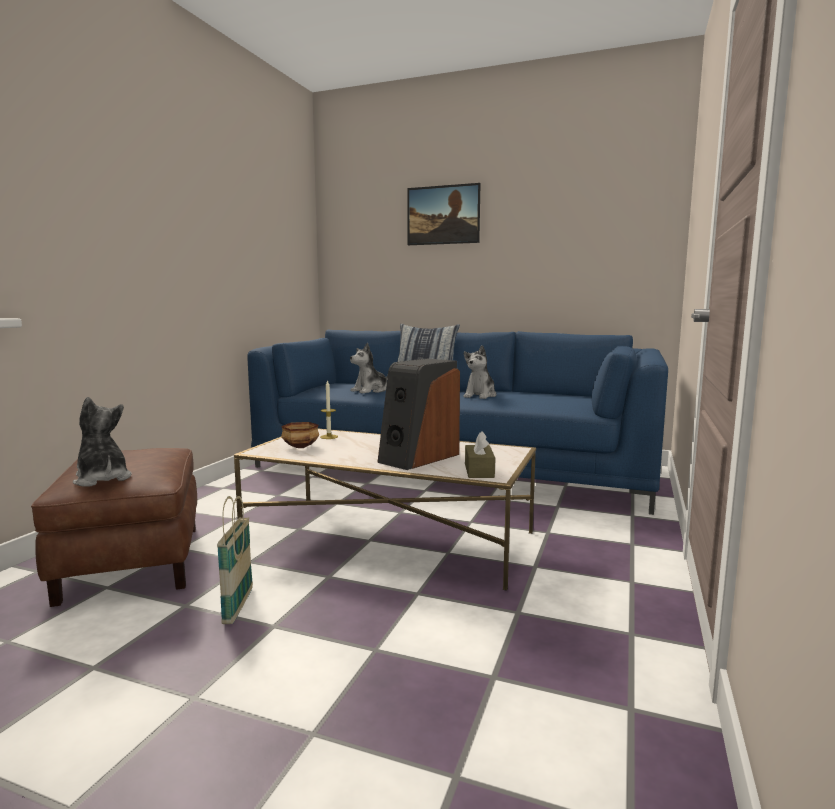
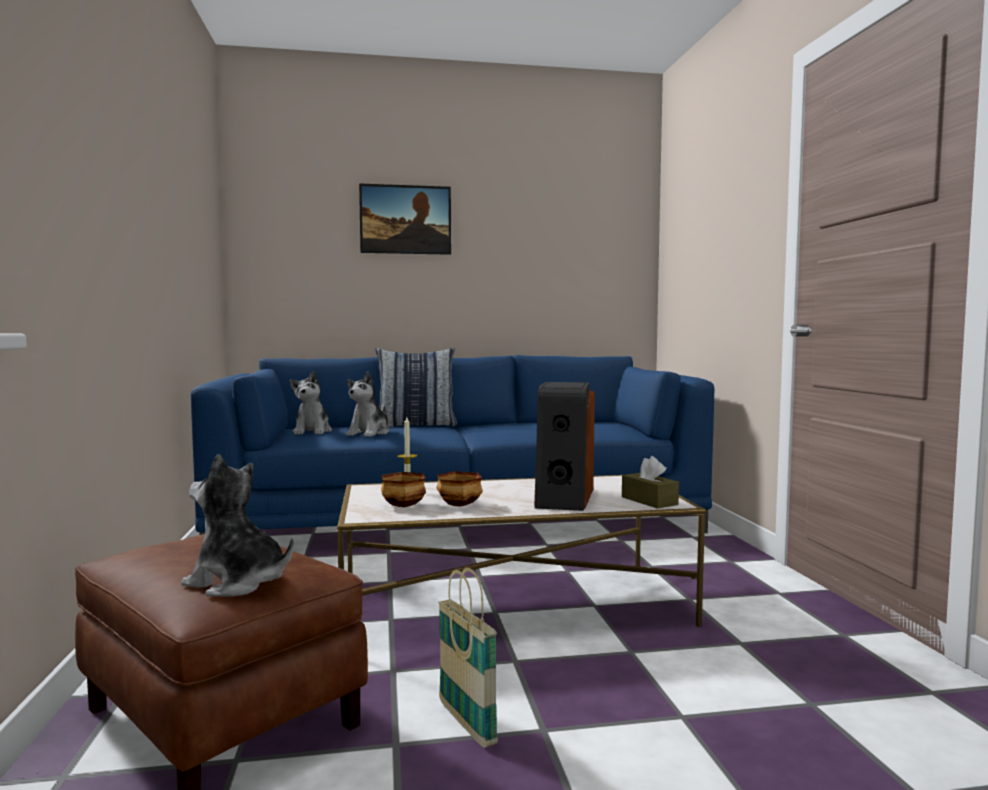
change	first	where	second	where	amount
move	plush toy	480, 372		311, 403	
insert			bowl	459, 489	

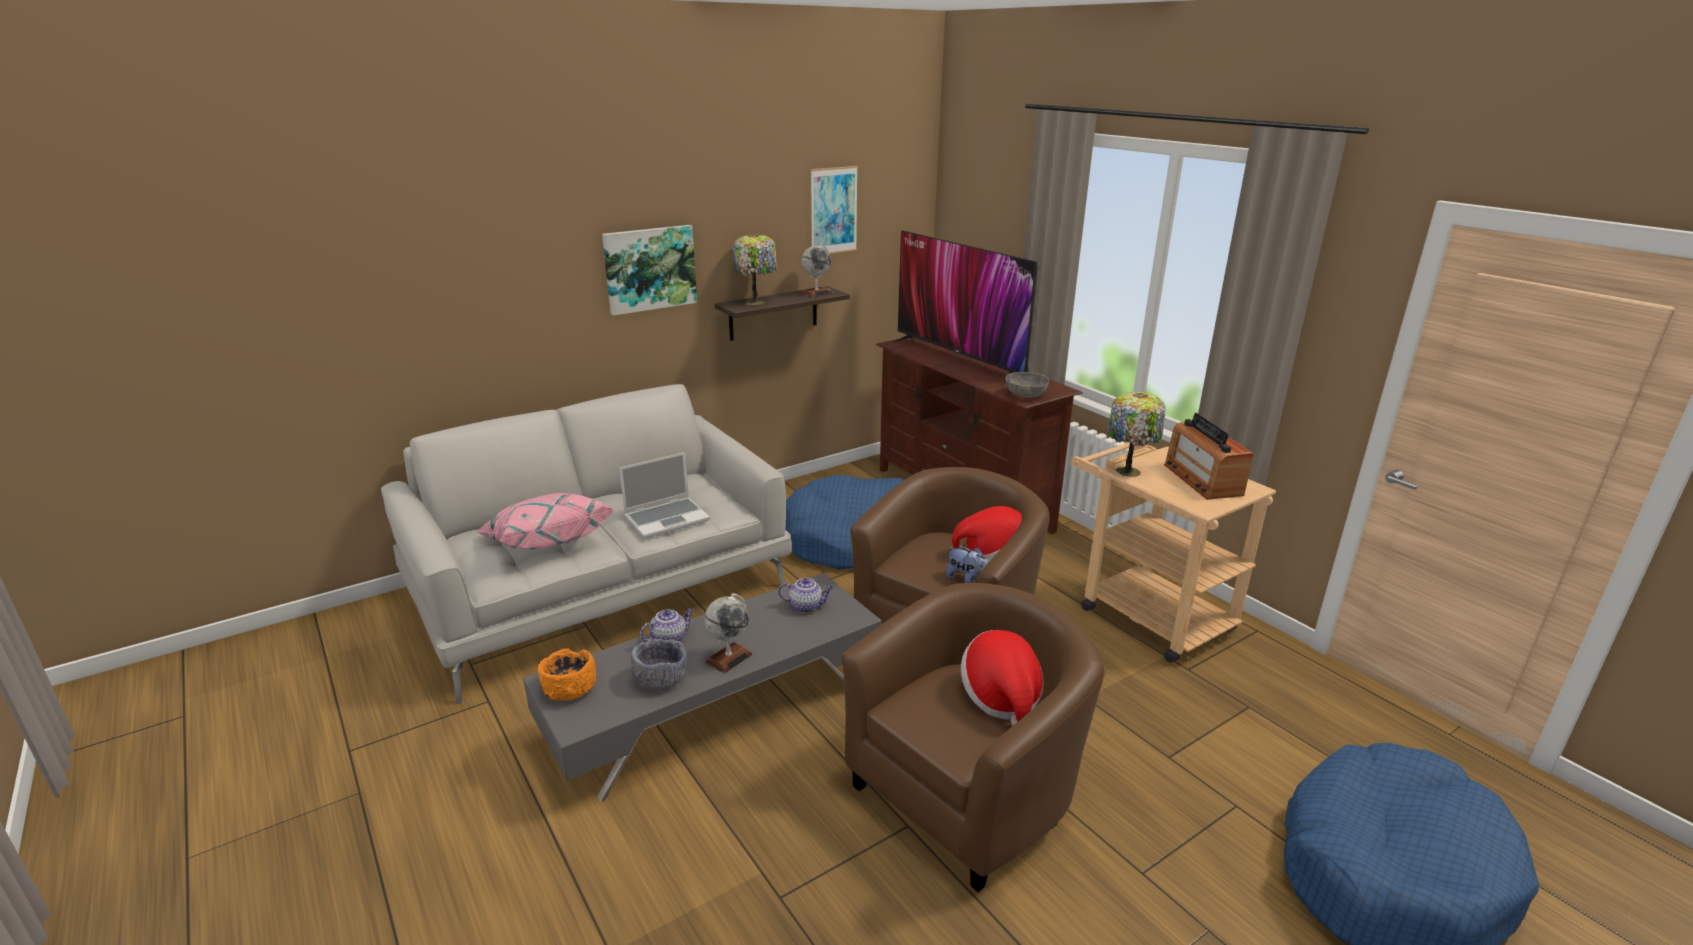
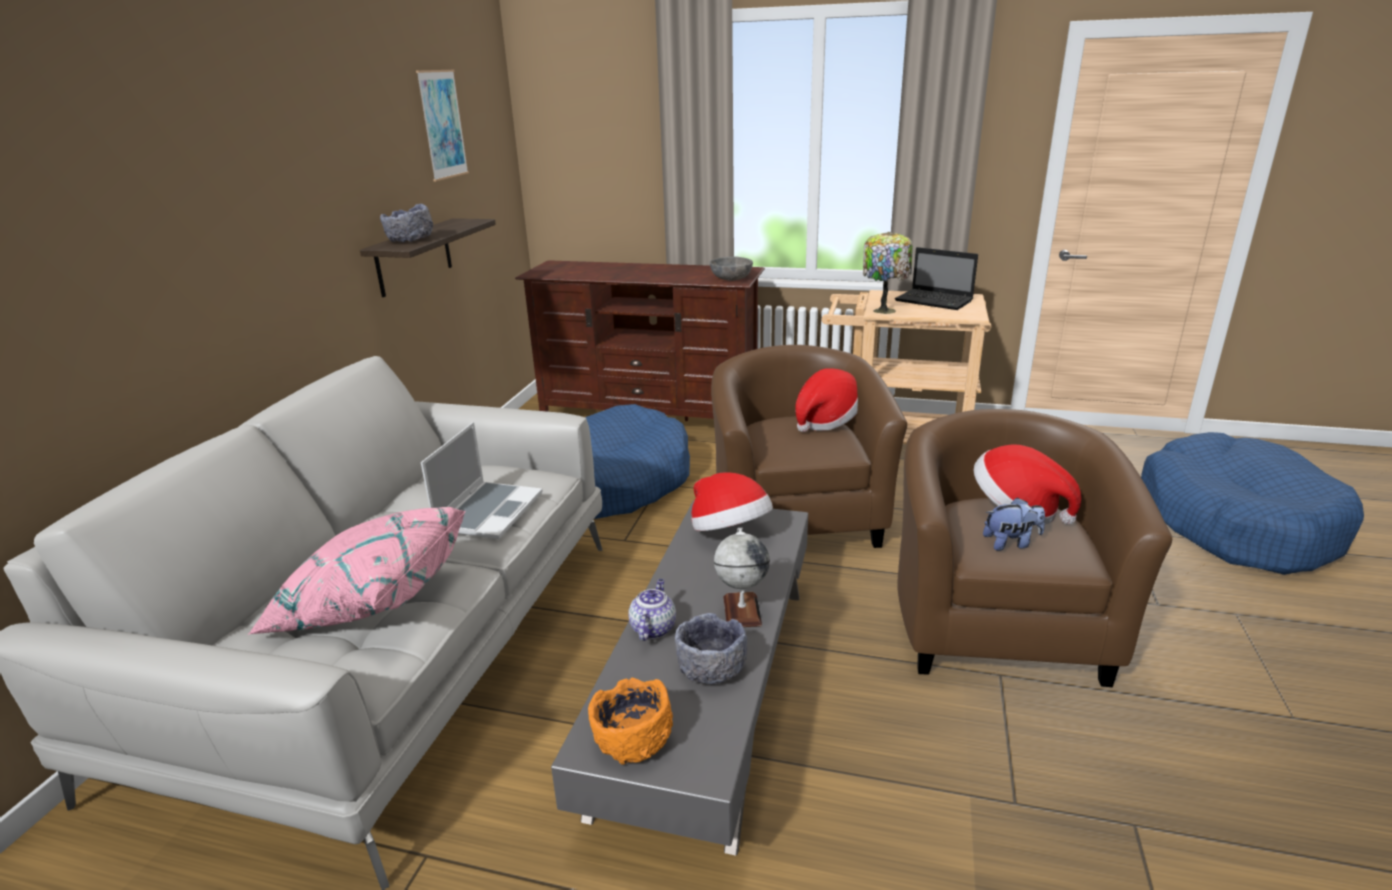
change	first	where	second	where	amount
delete	picture	649, 270			
replace	table lamp	755, 269	grey bowl	406, 223	
replace	teapot	805, 595	hat	732, 501	
delete	globe	817, 270			
delete	television	964, 308			
move	plush toy	967, 565		1014, 524	
replace	radio	1209, 456	laptop	936, 278	

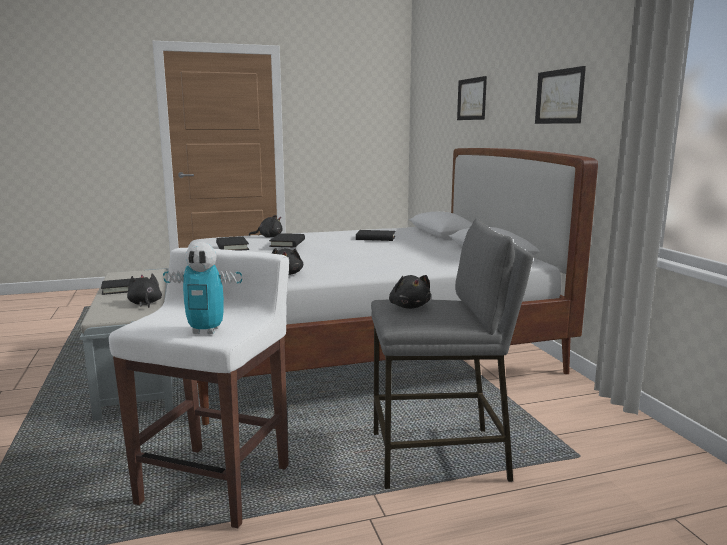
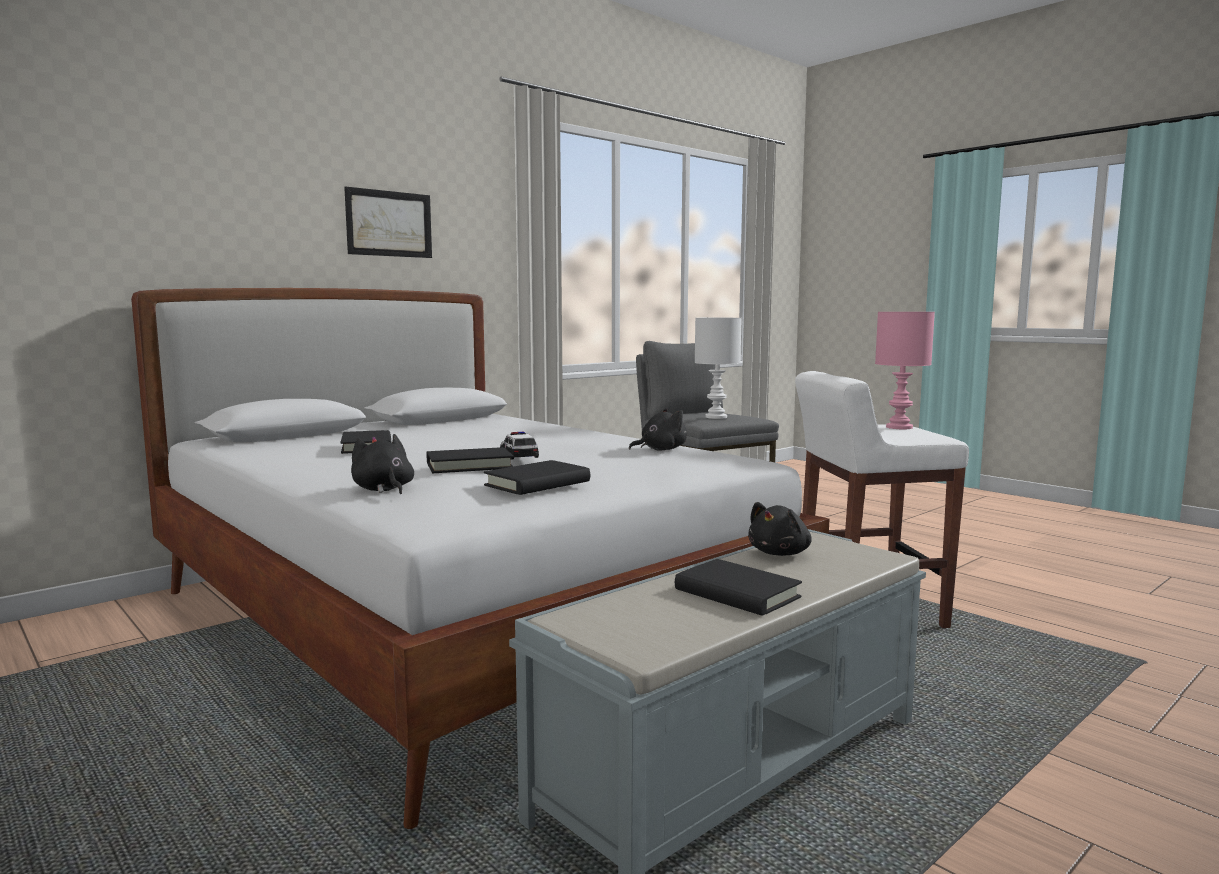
change	first	where	second	where	amount
replace	toy robot	202, 288	pink table lamp	905, 370	
replace	black plush toy	410, 292	white table lamp	718, 368	
delete	picture	472, 98			
insert			toy car	519, 446	

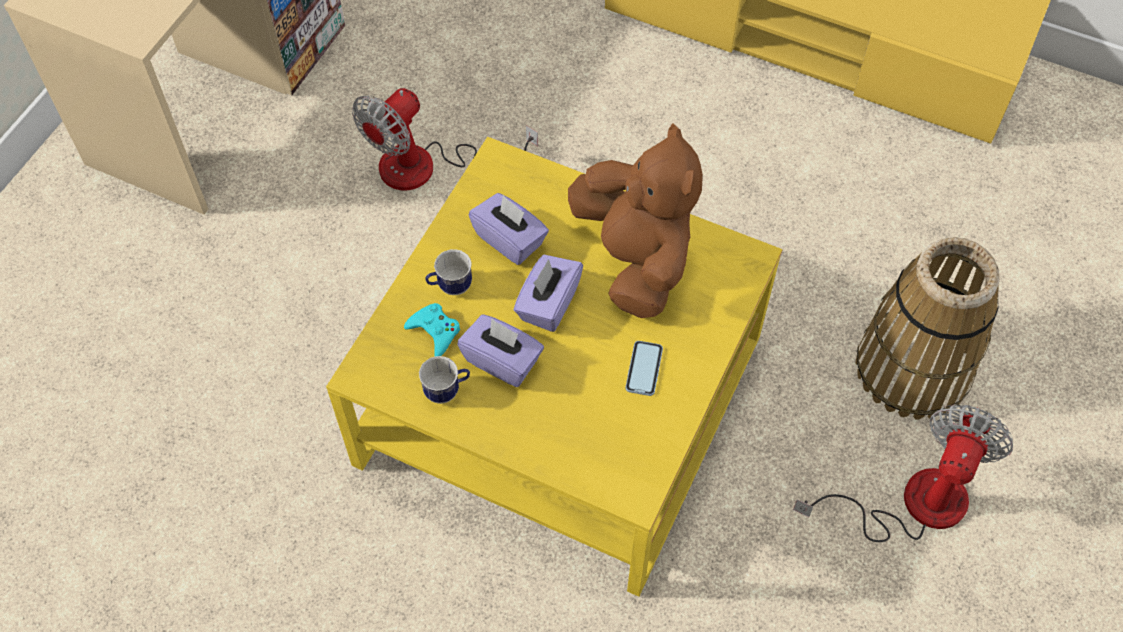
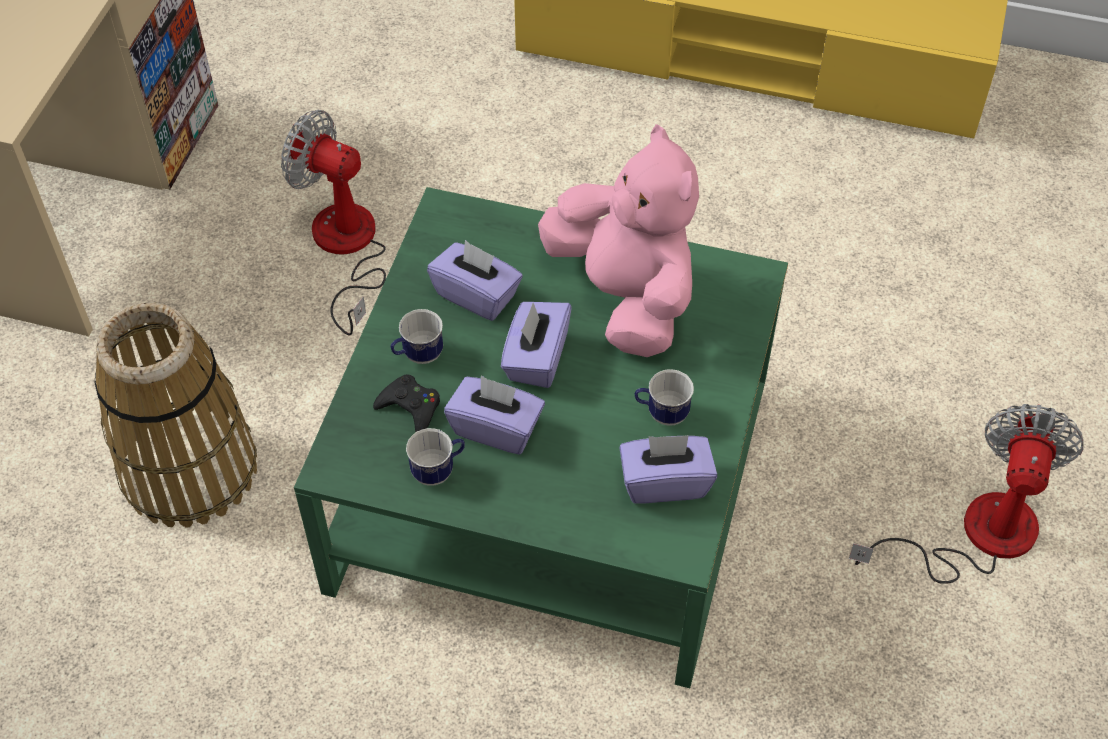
change	first	where	second	where	amount
recolor	yellow coffee table	554, 367	green coffee table	541, 437	
rotate	fan	445, 139		333, 222	90 degrees clockwise
recolor	turquoise game controller	432, 329	black game controller	406, 403	
recolor	brown plush toy	635, 220	pink plush toy	618, 240	
replace	phone	644, 368	mug	664, 397	
move	basket	928, 328		176, 415	
insert			purple tissue box	668, 469	

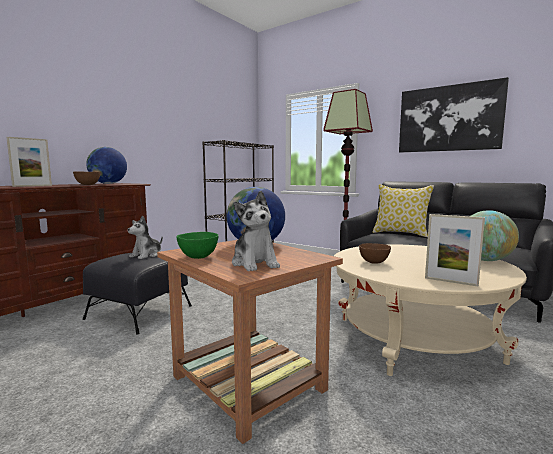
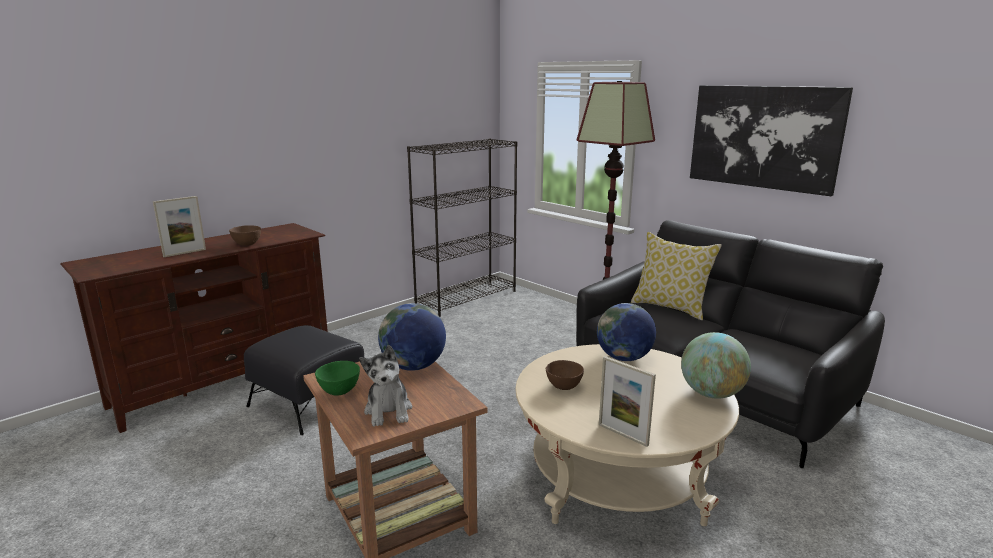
change	first	where	second	where	amount
move	globe	106, 165		626, 332	
delete	plush toy	145, 237			

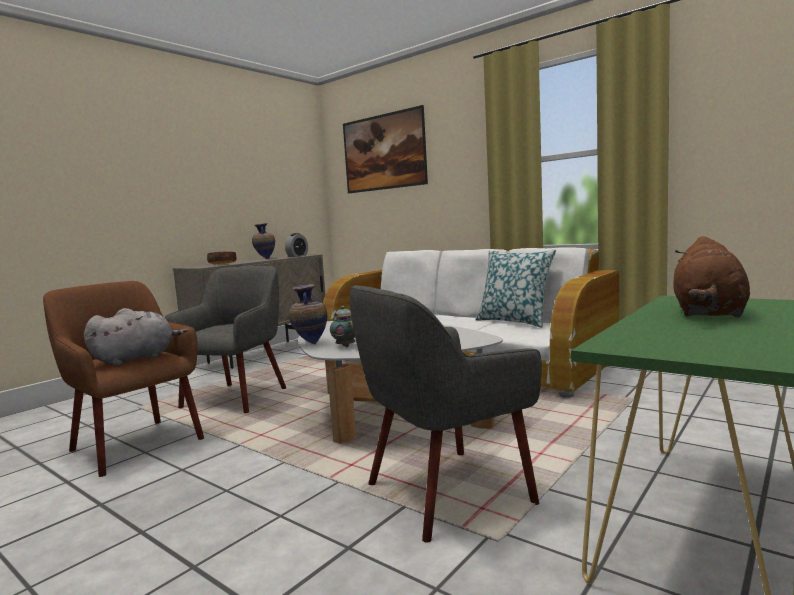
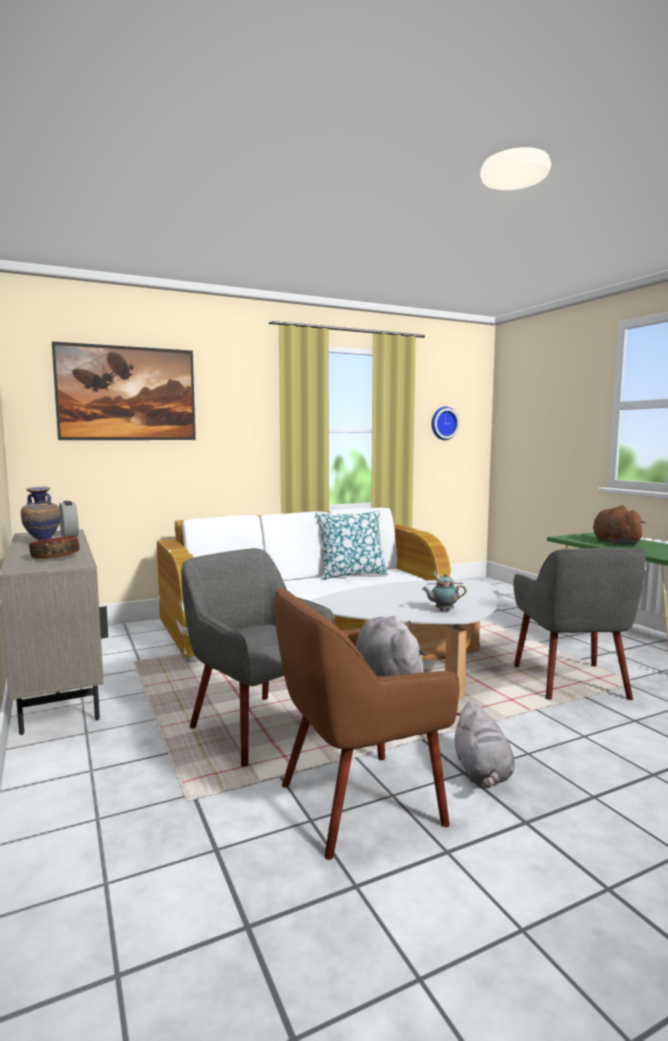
change	first	where	second	where	amount
delete	vase	308, 314			
rotate	brown plush toy	711, 277		620, 525	150 degrees counterclockwise
insert			wall clock	446, 423	
insert			grey plush toy	484, 744	

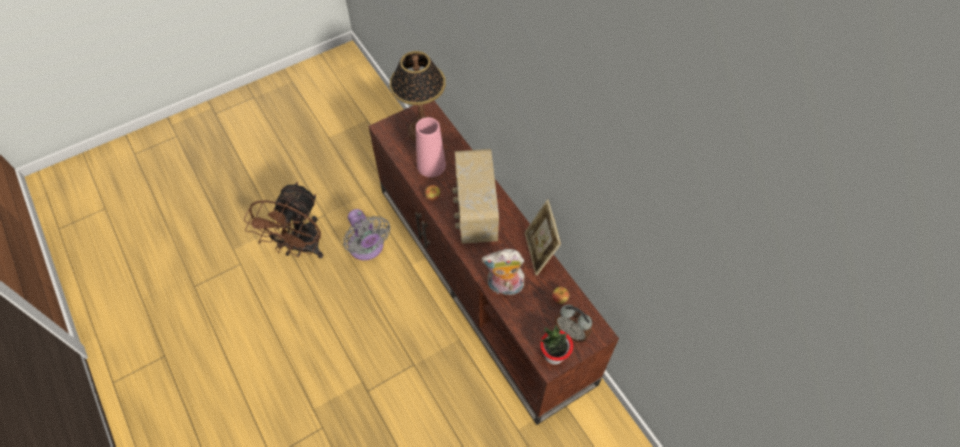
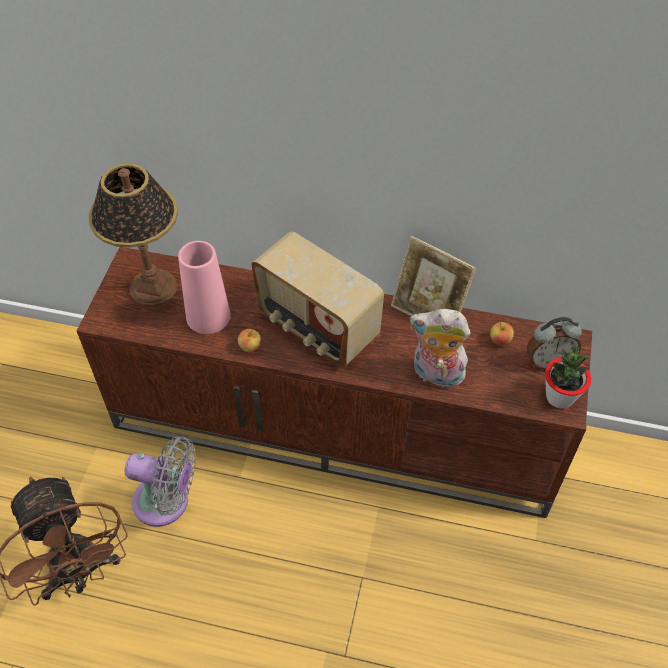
change	first	where	second	where	amount
rotate	plush toy	503, 272		440, 350	60 degrees clockwise

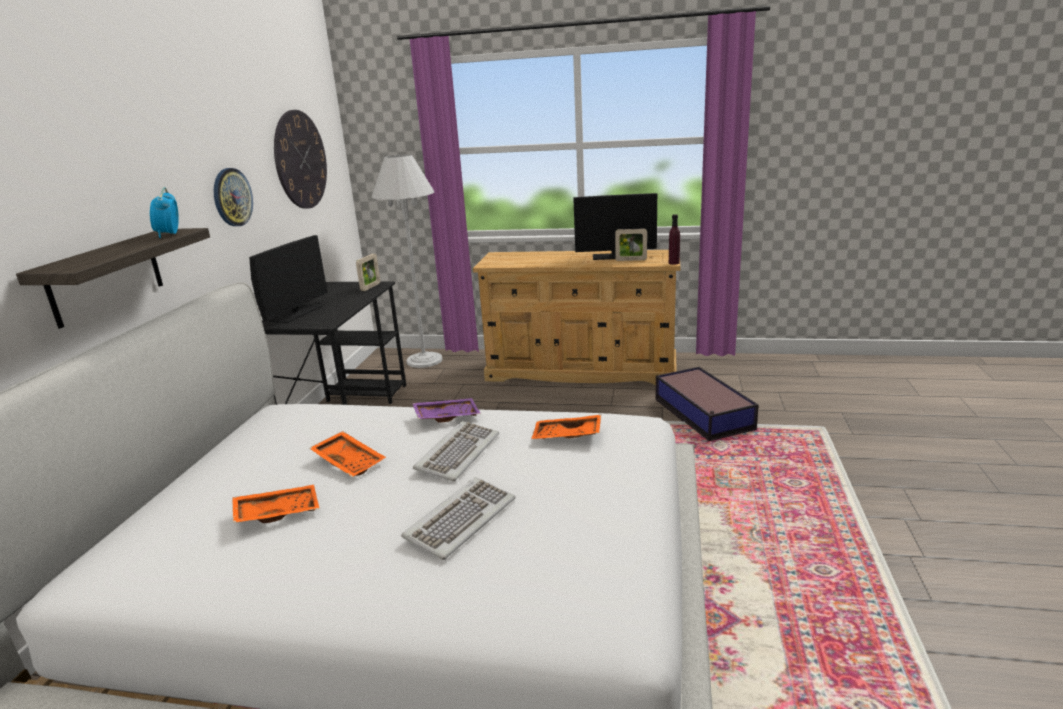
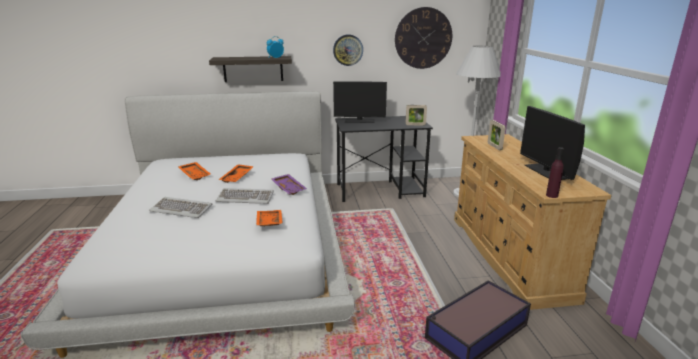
change	first	where	second	where	amount
move	picture frame	631, 244		497, 135	

